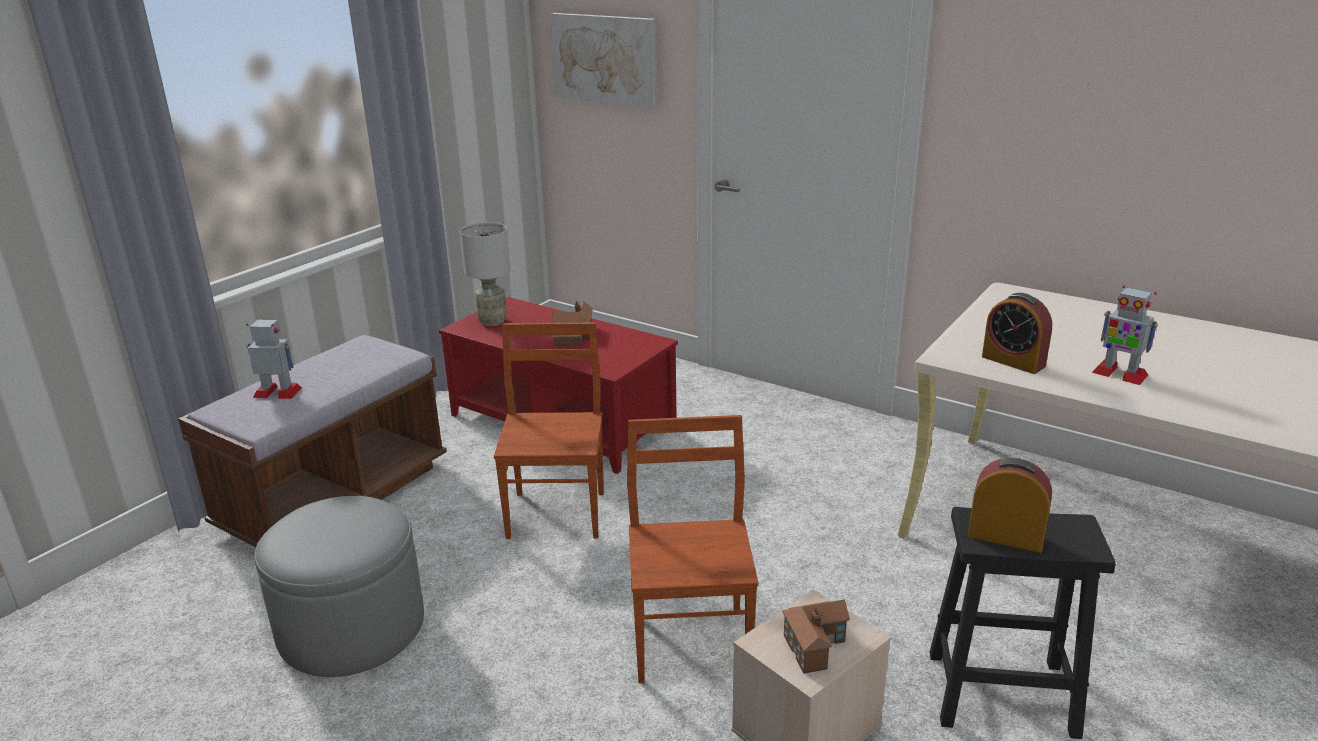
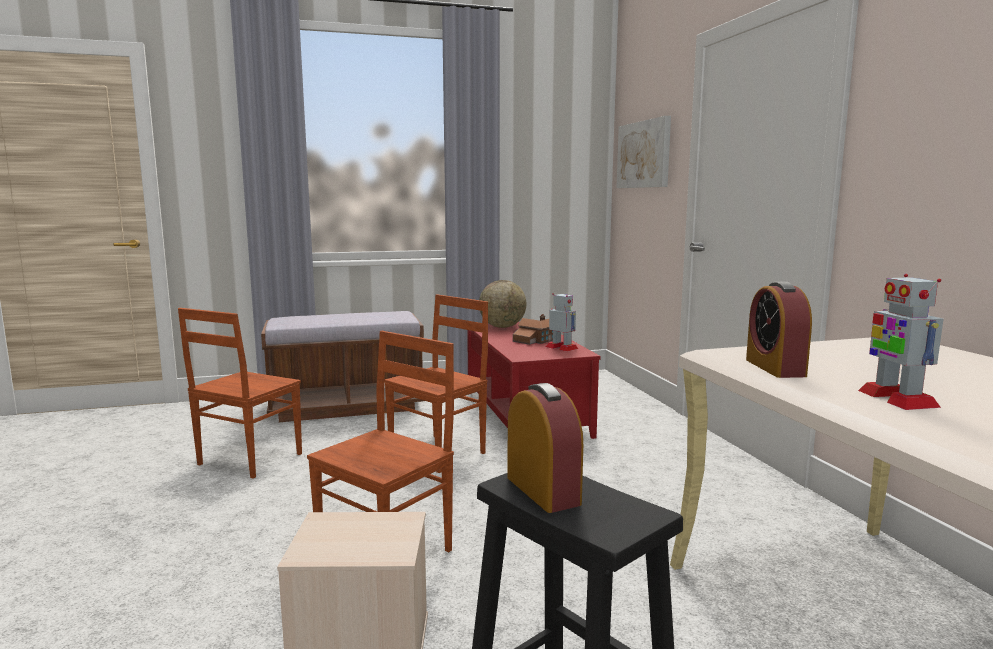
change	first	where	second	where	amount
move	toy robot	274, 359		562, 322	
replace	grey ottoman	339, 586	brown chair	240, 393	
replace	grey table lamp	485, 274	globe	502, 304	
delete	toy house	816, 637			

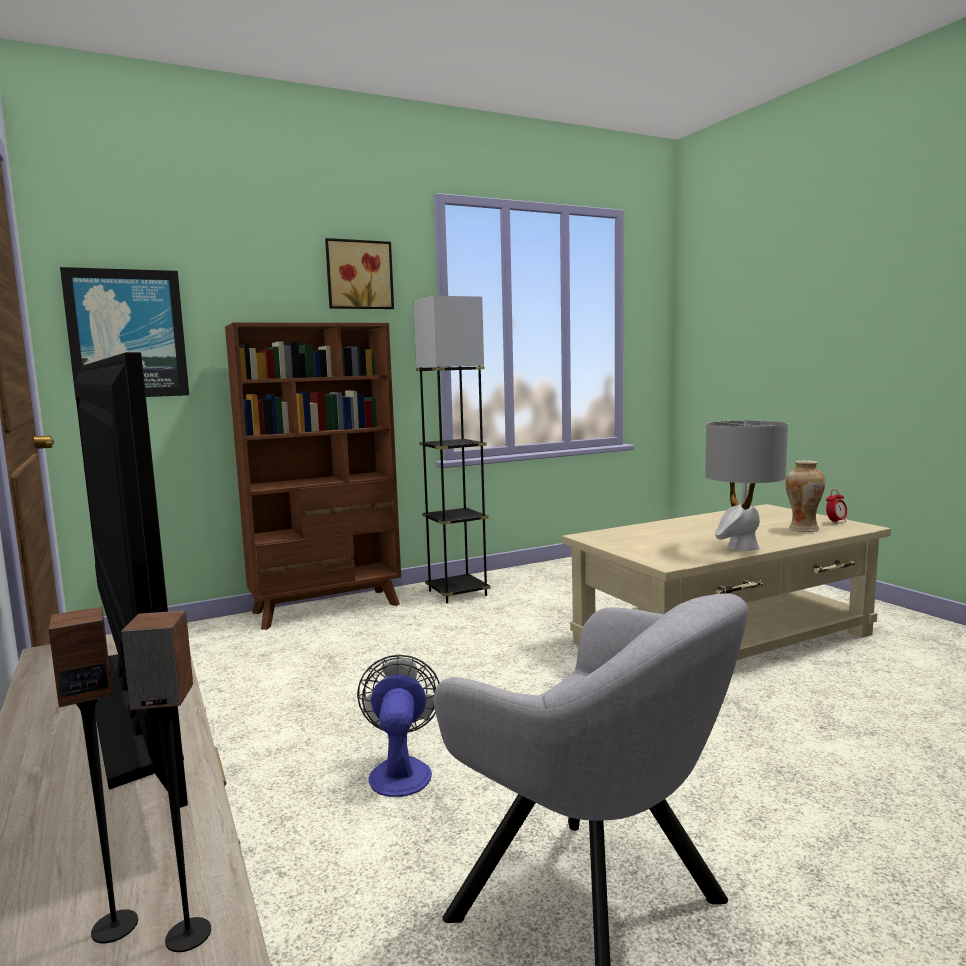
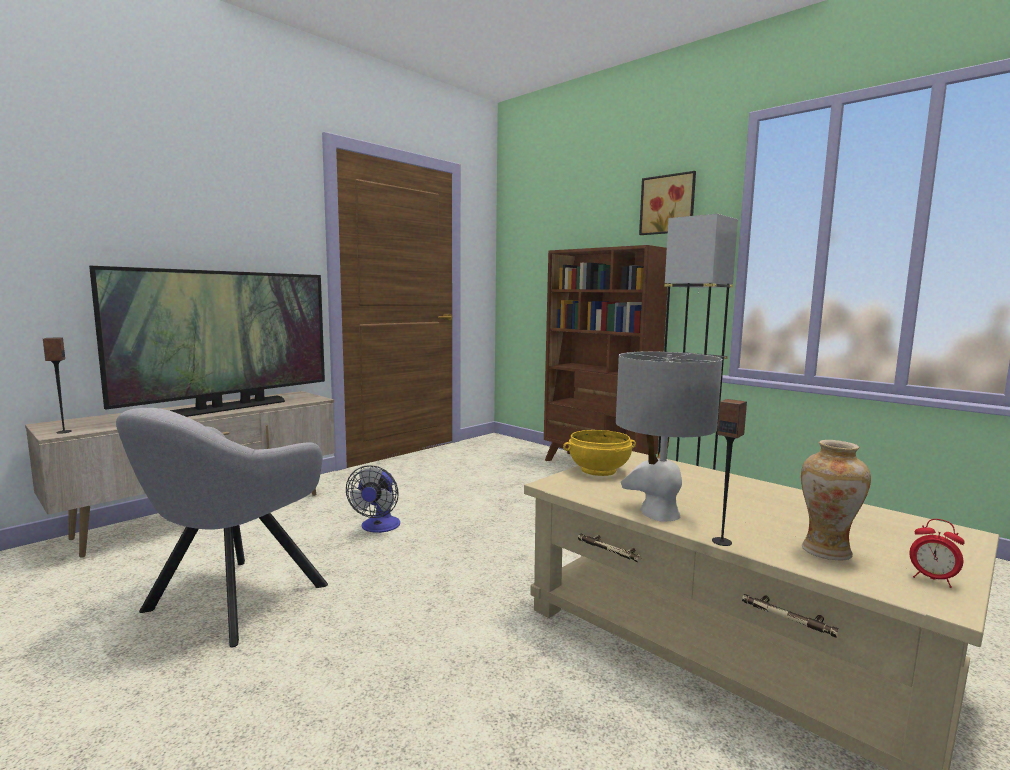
change	first	where	second	where	amount
move	speaker	93, 775		729, 472	
delete	picture	124, 332			
rotate	fan	398, 726		373, 499	120 degrees clockwise
insert			yellow bowl	599, 453	

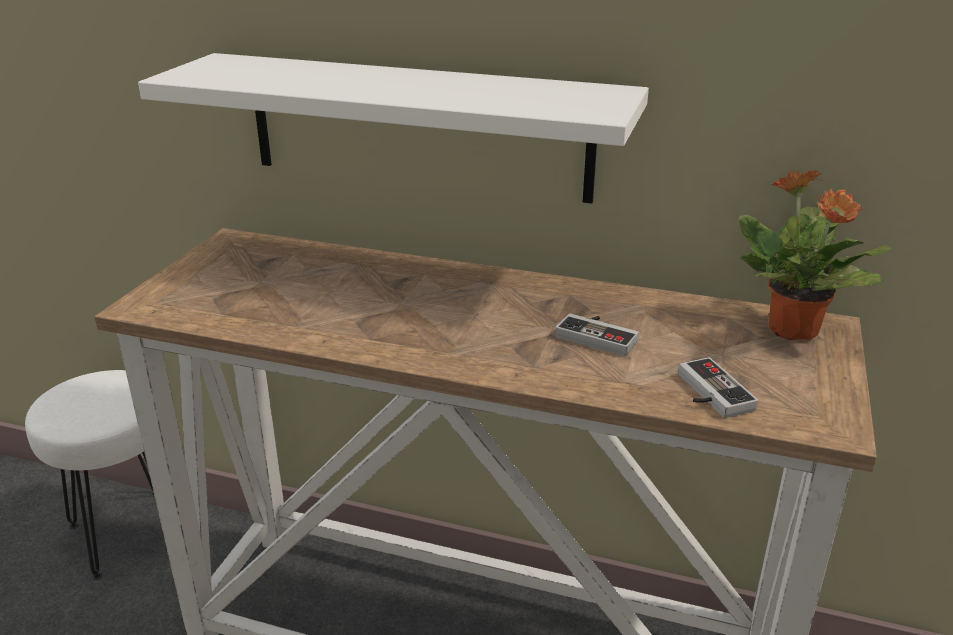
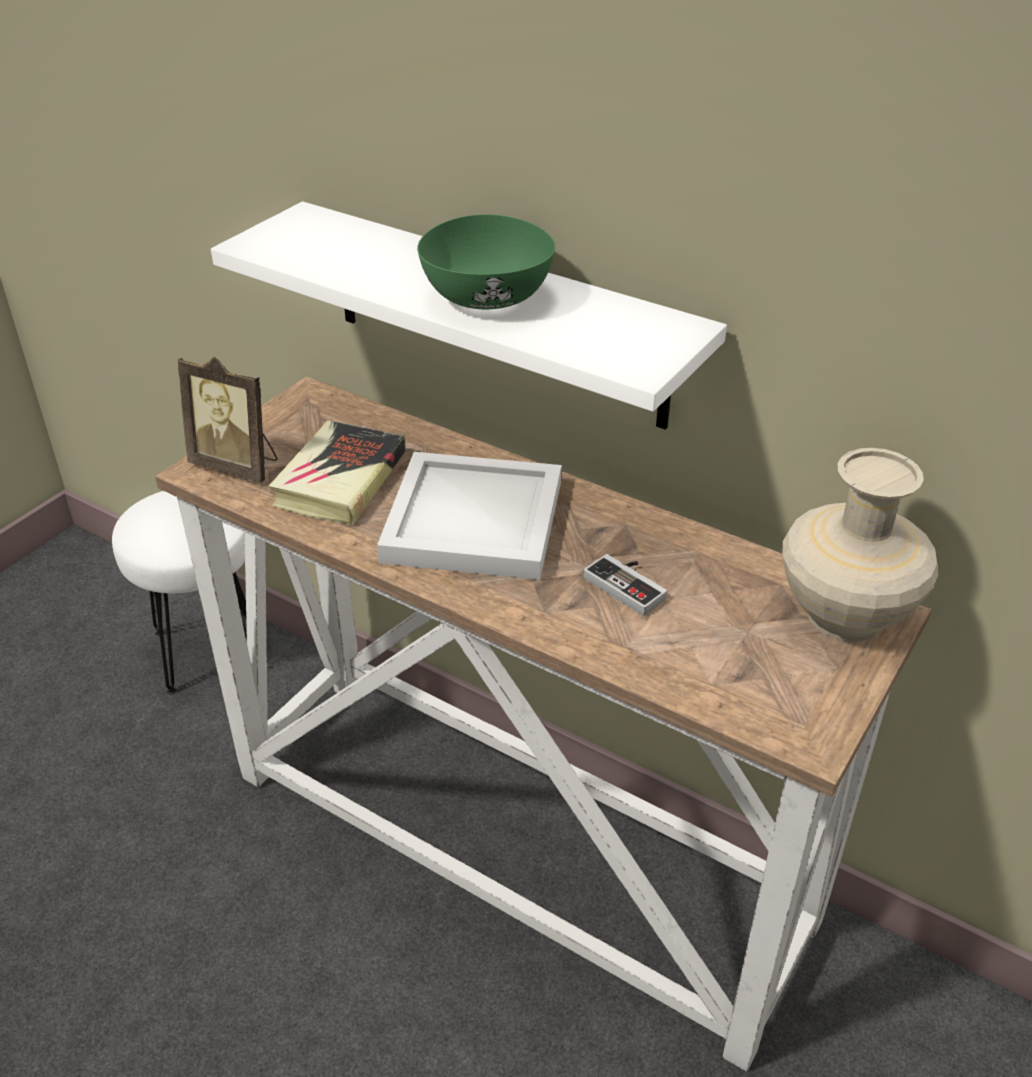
change	first	where	second	where	amount
delete	game controller	718, 387			
replace	potted plant	815, 255	beige vase	860, 545	
insert			picture frame	228, 420	
insert			book	337, 472	
insert			white tray	469, 516	
insert			green bowl	486, 261	

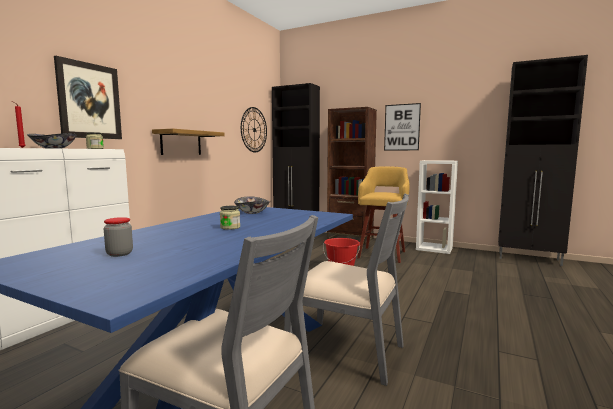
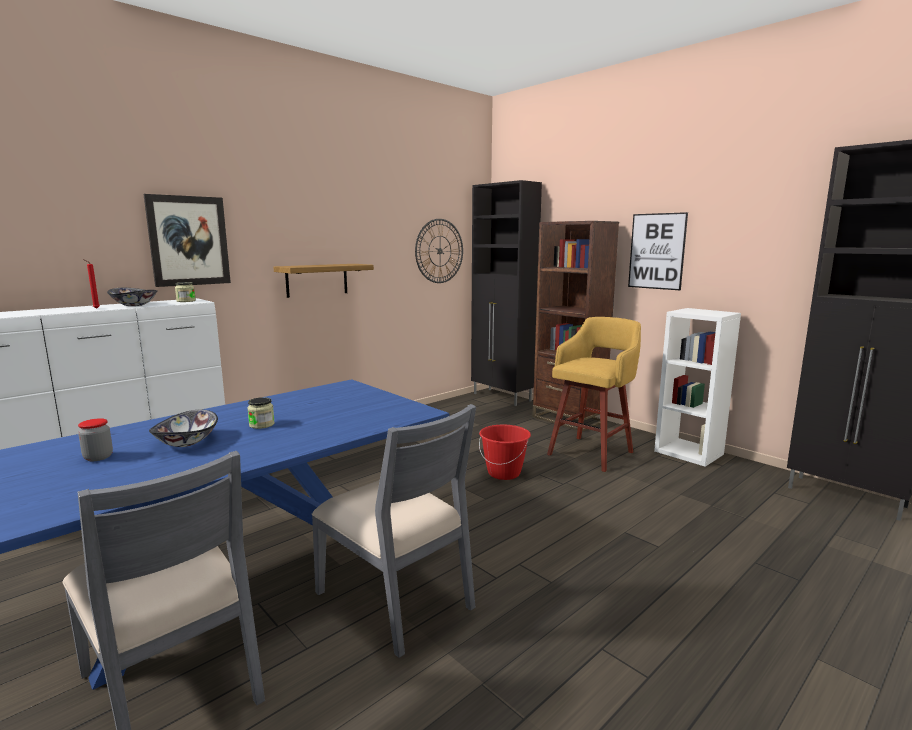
change	first	where	second	where	amount
move	bowl	252, 205		183, 428	

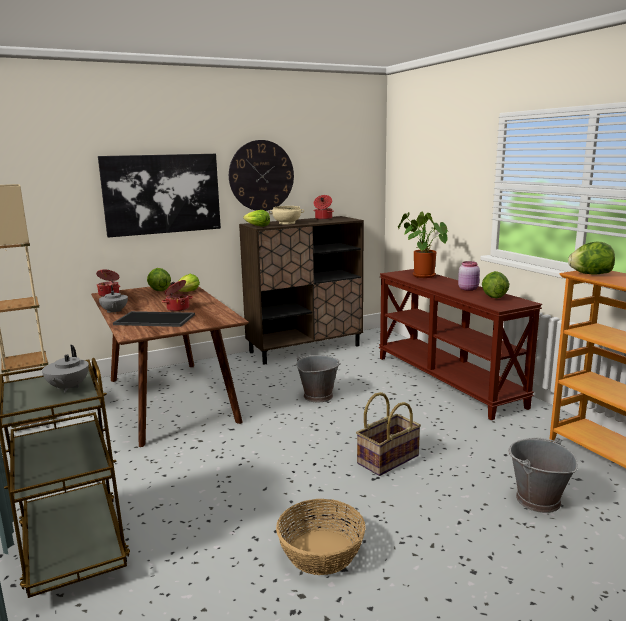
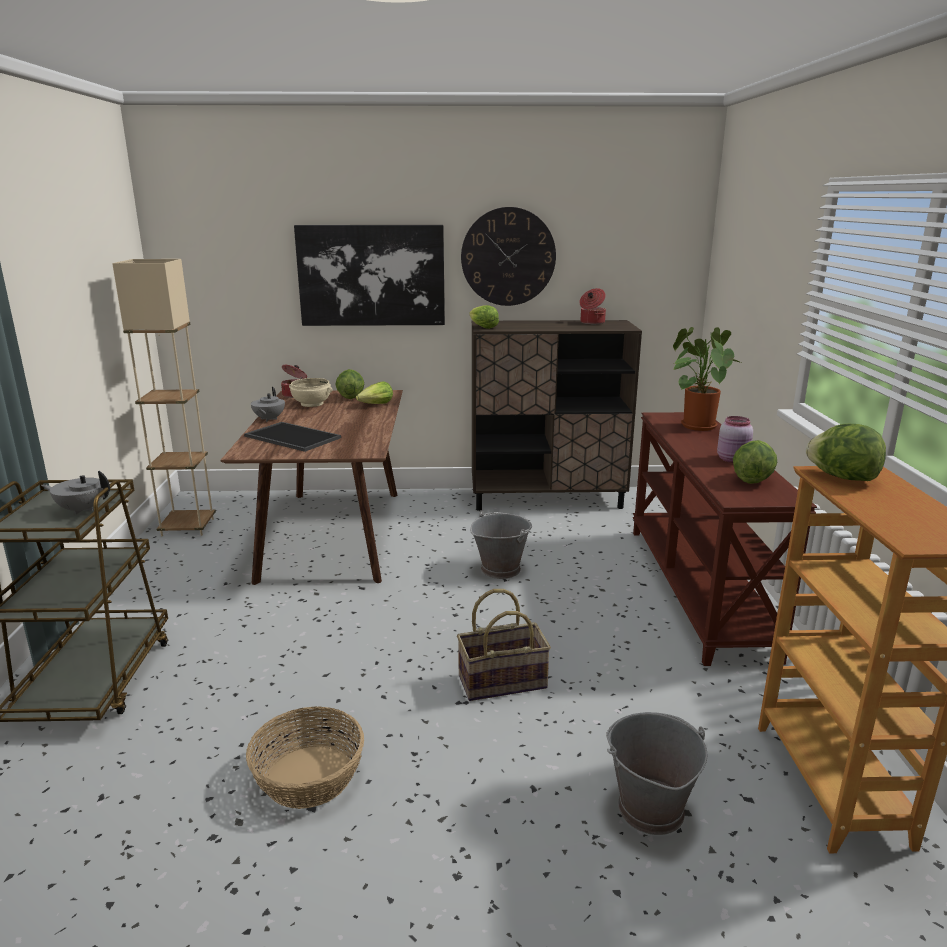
change	first	where	second	where	amount
rotate	grey teapot	65, 369		75, 493	75 degrees clockwise
delete	cooking pot	177, 296			
move	beige bowl	286, 215		310, 392	

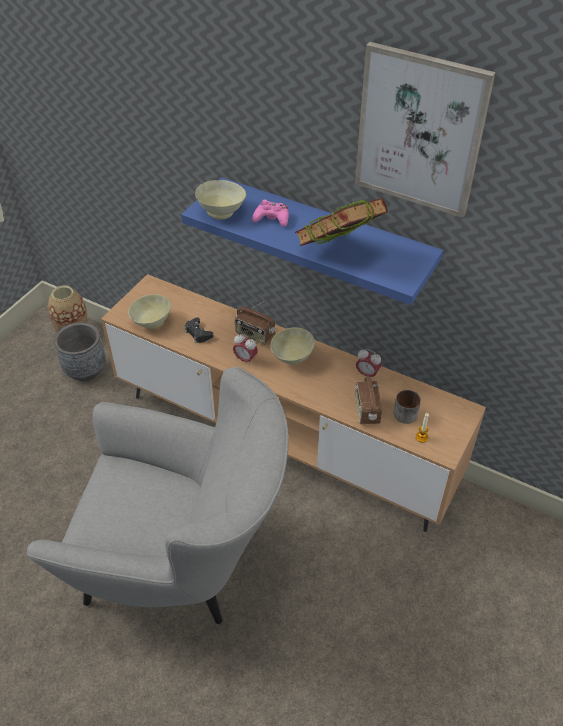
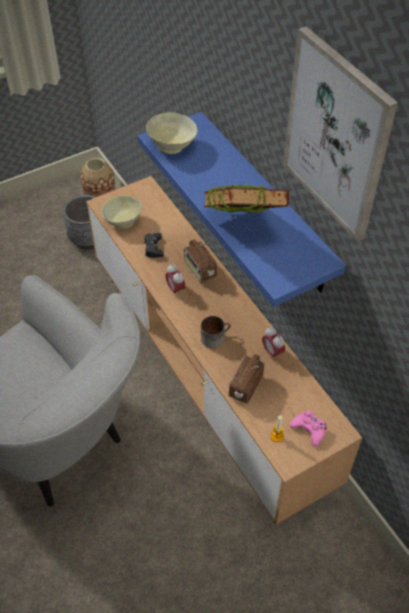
change	first	where	second	where	amount
move	pink game controller	270, 213		308, 429	
delete	beige bowl	292, 346			
move	mug	407, 407		216, 332	

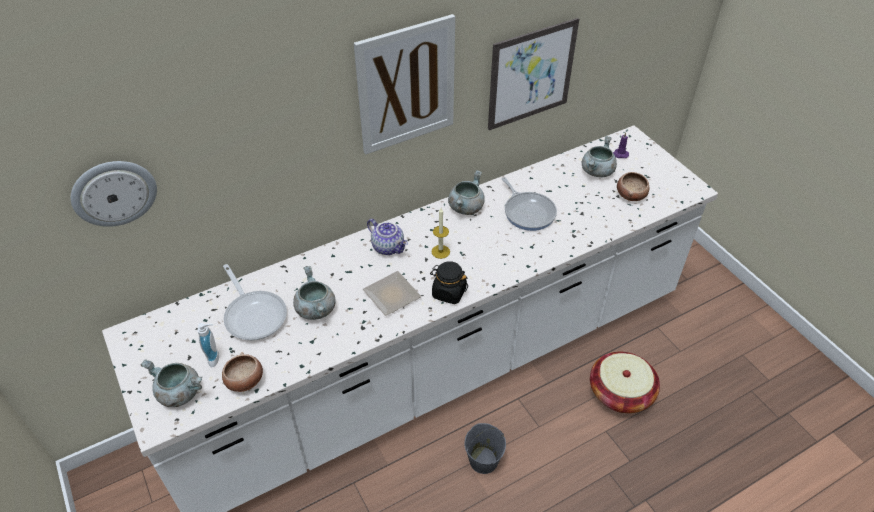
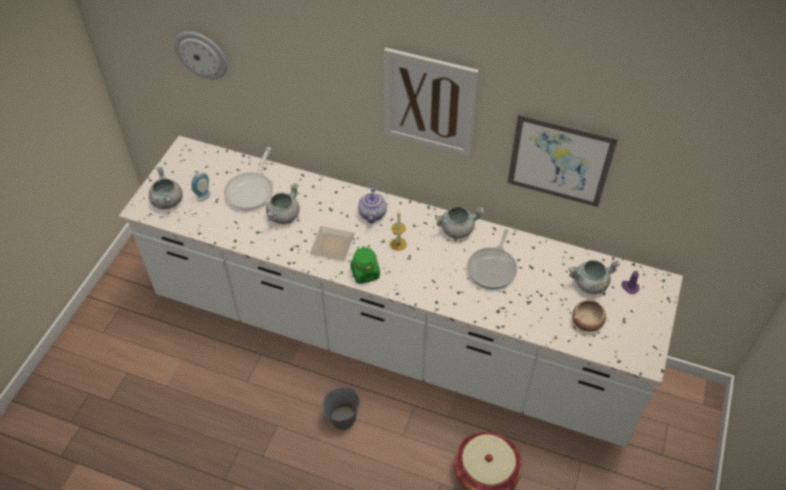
change	first	where	second	where	amount
delete	bowl	242, 372			
recolor	black jar	449, 282	green jar	365, 265	

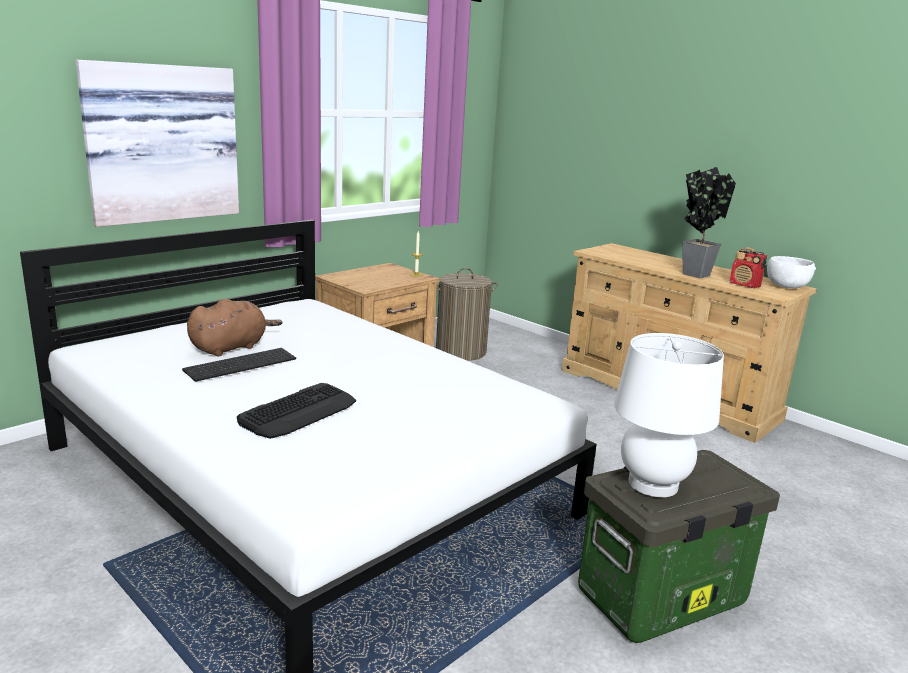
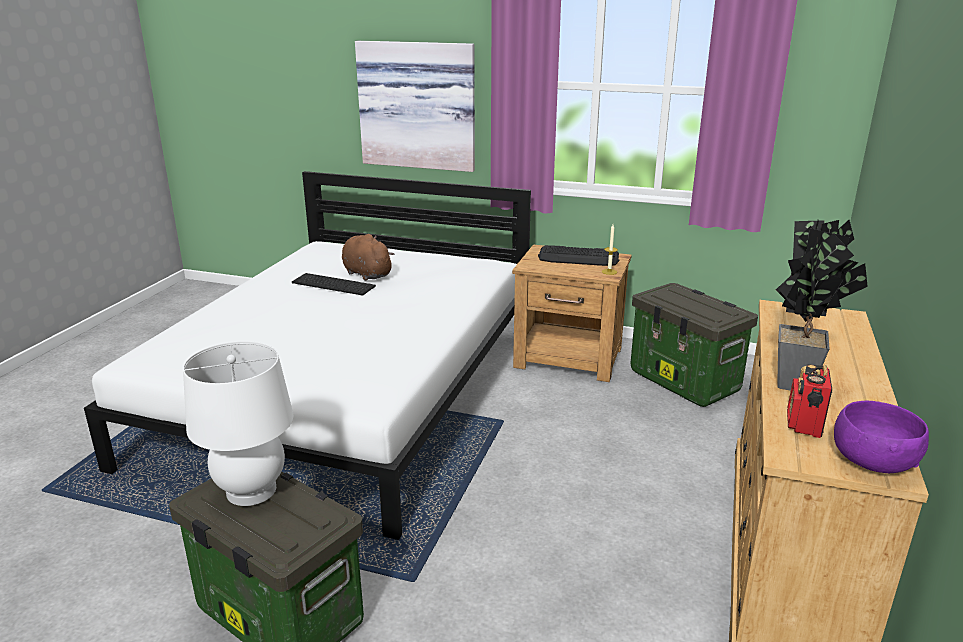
change	first	where	second	where	amount
rotate	brown plush toy	234, 327		368, 257	150 degrees counterclockwise
move	keyboard	296, 411		578, 255	
replace	laundry basket	467, 314	storage box	694, 345	
recolor	white bowl	791, 272	purple bowl	881, 437	

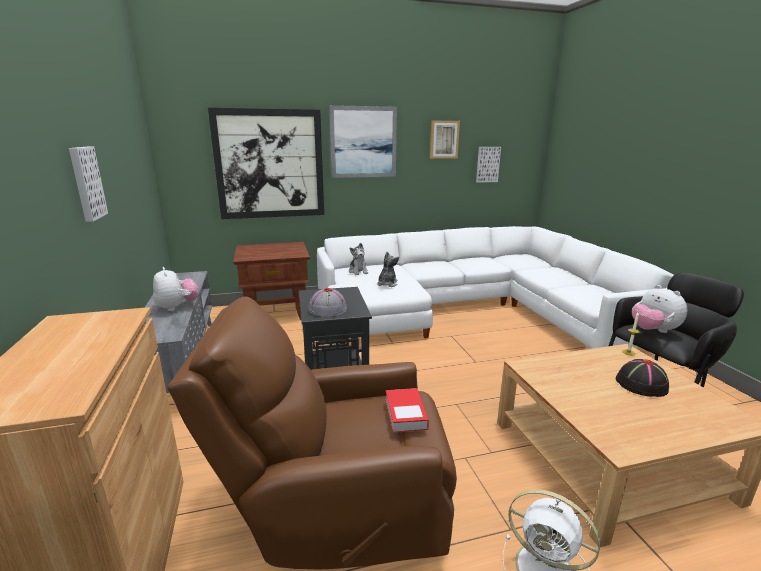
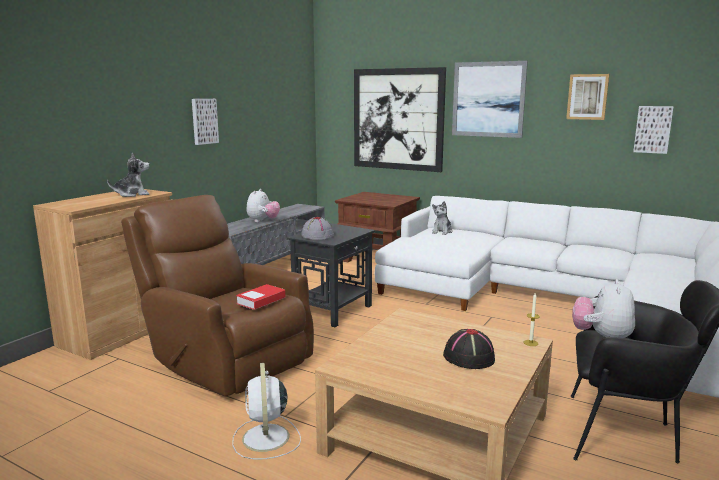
change	first	where	second	where	amount
move	plush toy	388, 269		128, 174	

